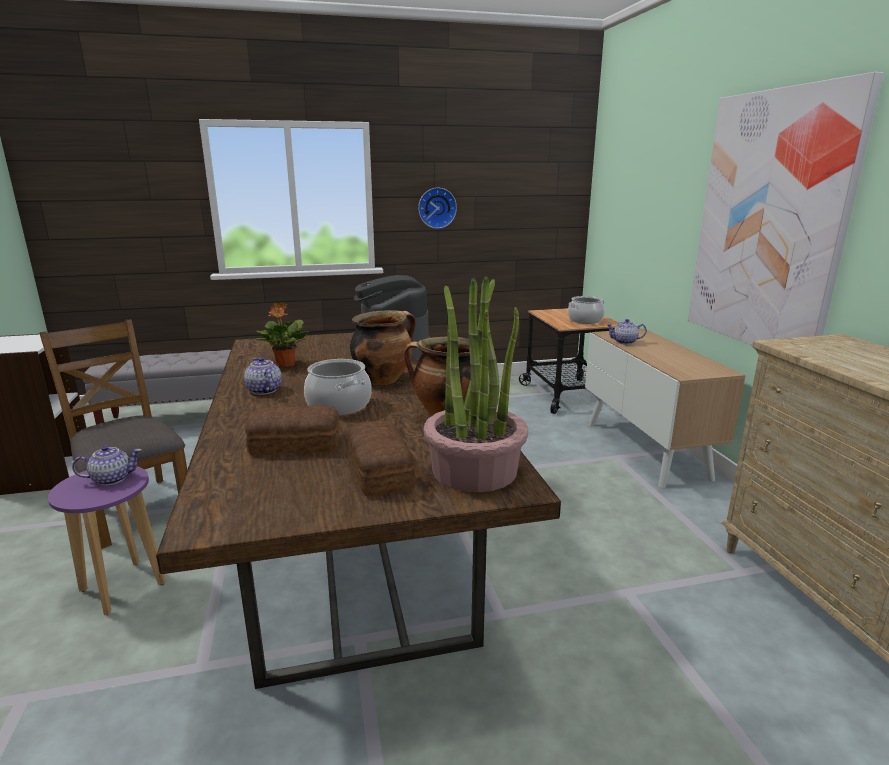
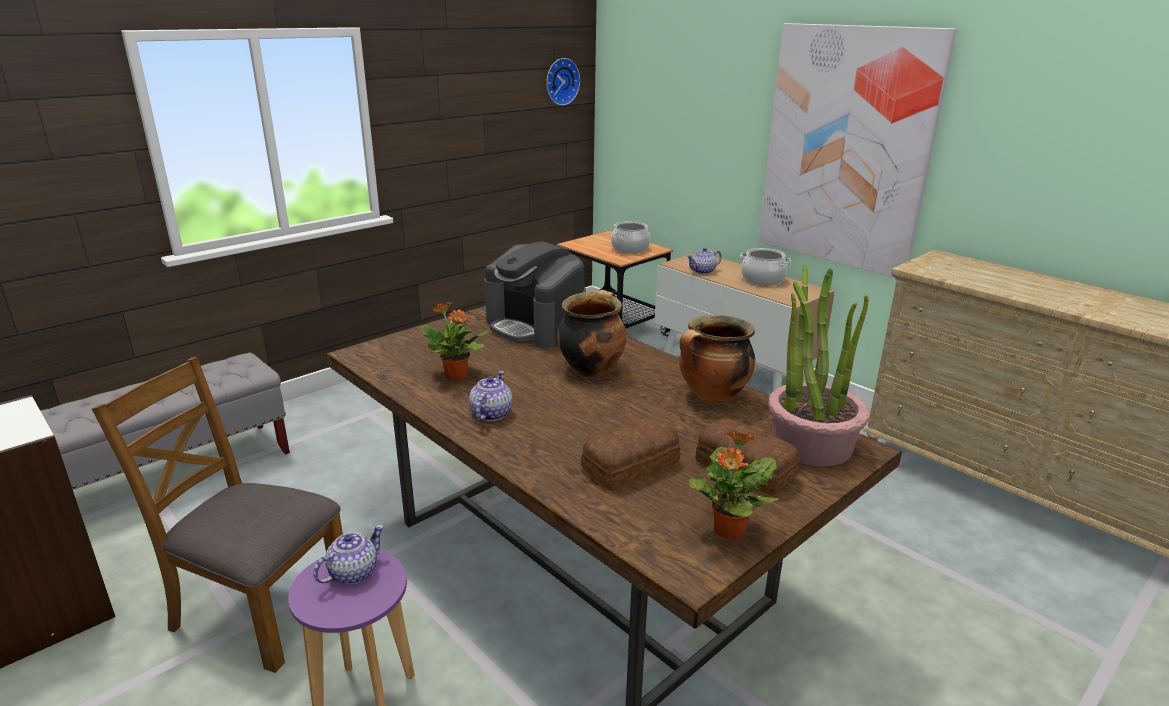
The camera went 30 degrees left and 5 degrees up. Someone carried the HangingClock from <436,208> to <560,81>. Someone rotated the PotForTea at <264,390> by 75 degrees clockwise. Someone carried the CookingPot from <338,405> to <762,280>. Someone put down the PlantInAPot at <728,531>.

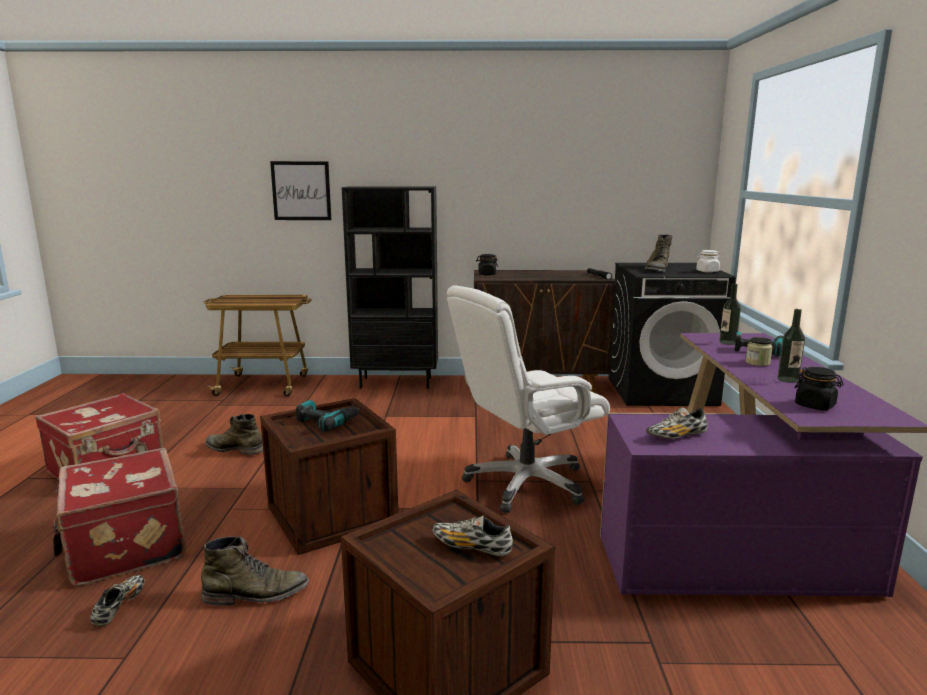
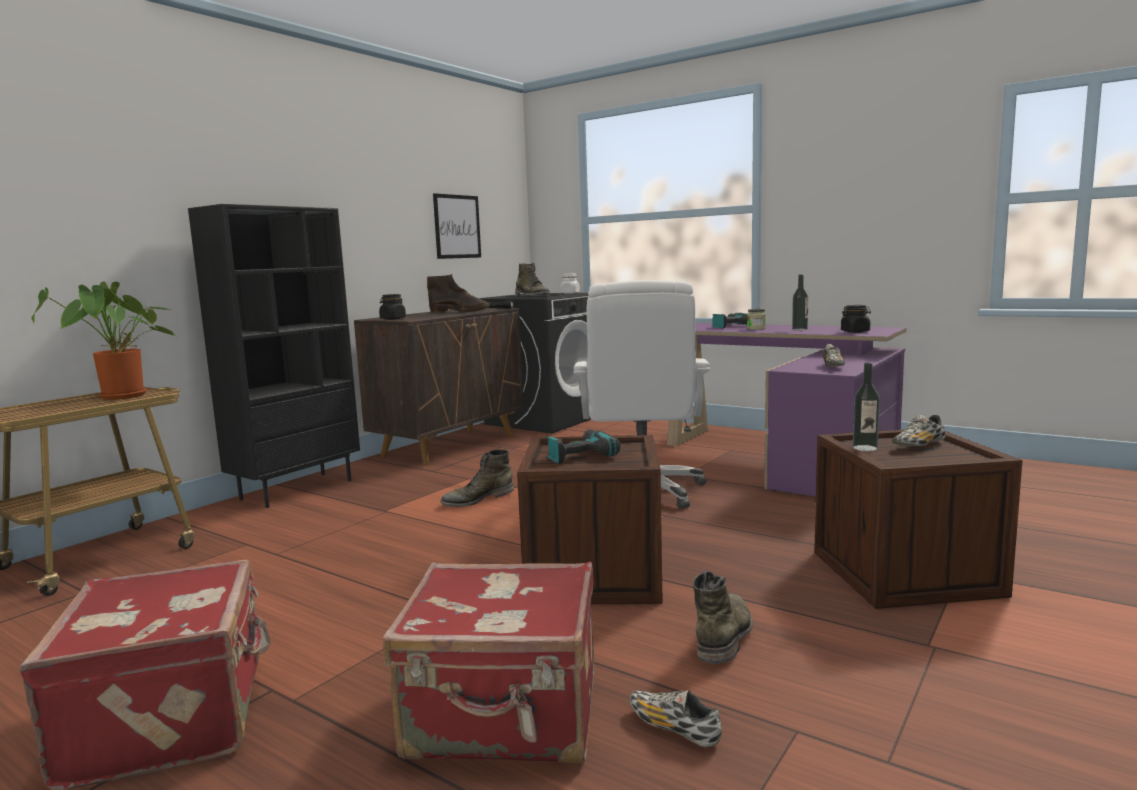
The camera went 55 degrees left and 5 degrees down. Someone carried the WallPicture from <301,191> to <457,226>. Someone carried the DrinkBottle from <727,342> to <865,448>. Someone carried the GreenHighTopBoot from <235,448> to <477,499>. Someone put down the BrownHighTopBoot at <460,311>. Someone put down the PlantInAPot at <122,397>.

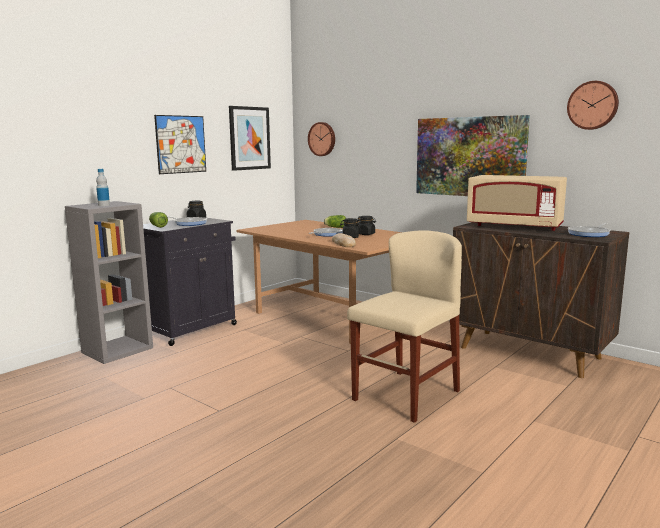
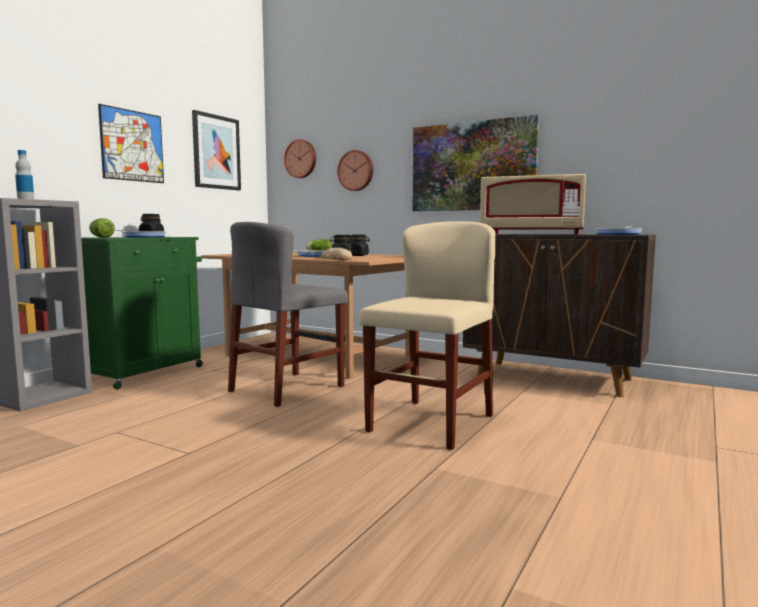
The camera went 10 degrees left and 5 degrees down. Someone carried the HangingClock from <593,105> to <356,171>. Someone repainted the BlackCabinet at <191,329>, which became the GreenCabinet at <143,372>. Someone put down the GrayPlainChair at <287,388>.

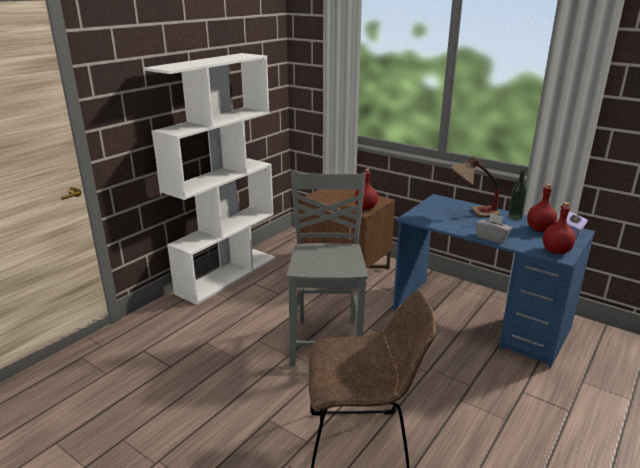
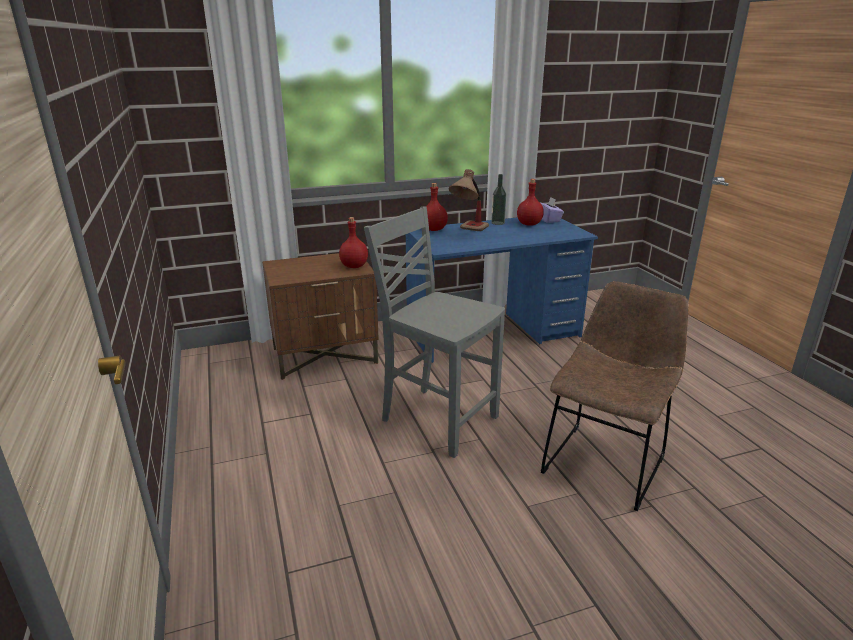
The camera went 55 degrees left and 0 degrees up. Someone took away the WhitishBookcase at <227,274>. Someone carried the RedColouredDrinkBottle from <556,251> to <433,229>. Someone took away the GrayTissueBox at <492,238>.

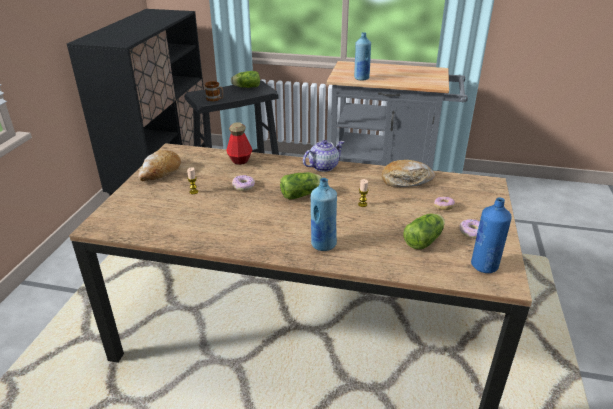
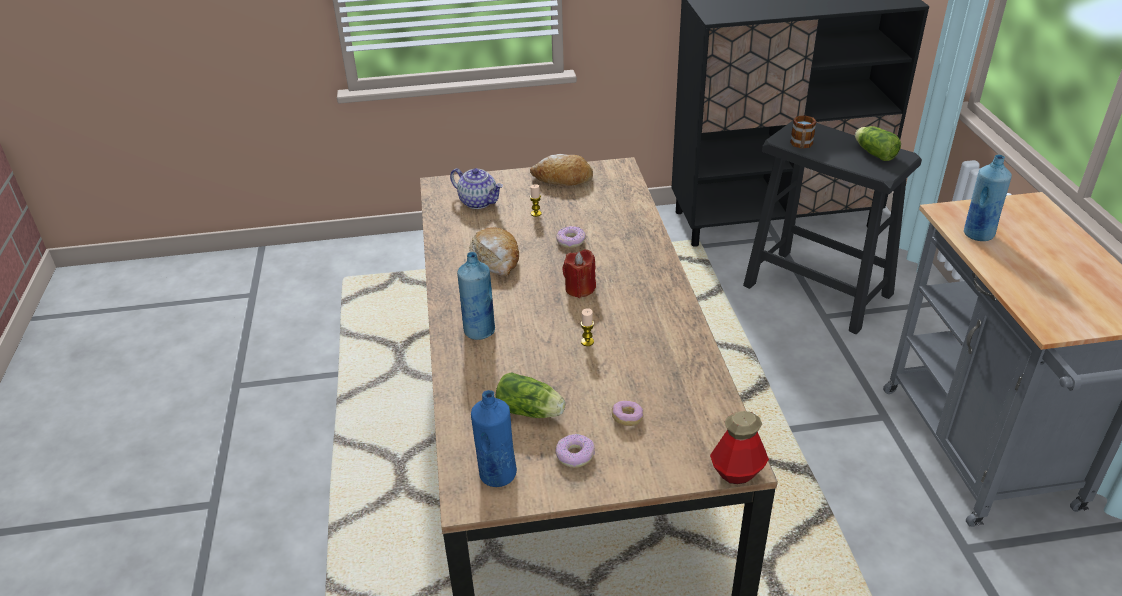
The camera went 70 degrees right and 5 degrees up. Someone carried the DrinkBottle from <240,160> to <737,472>. Someone carried the PotForTea from <323,166> to <479,202>. Someone carried the BakeryBread from <406,180> to <496,259>. Someone swapped the LettuceHead at <302,194> for the RedColouredCandle at <580,288>.

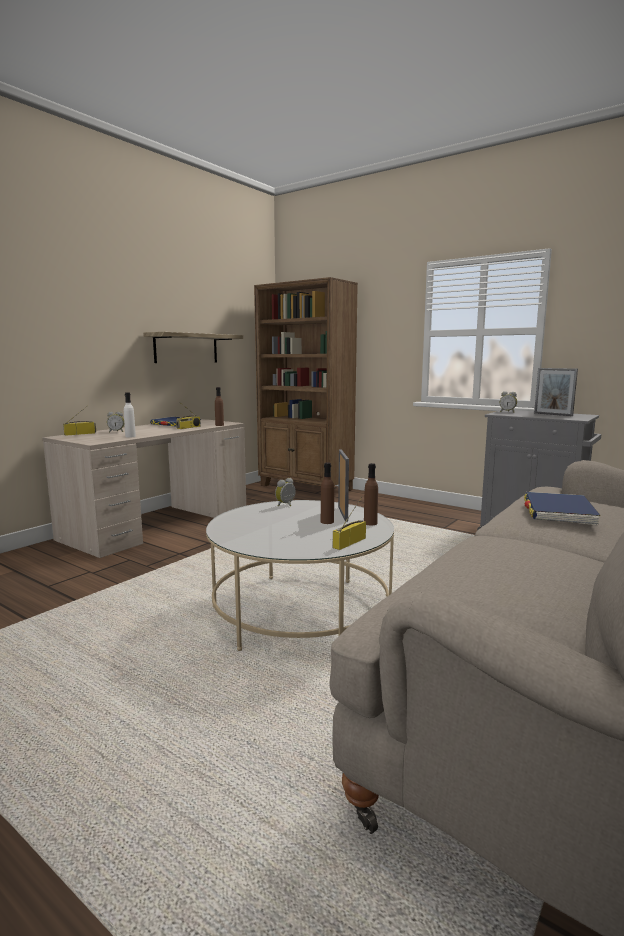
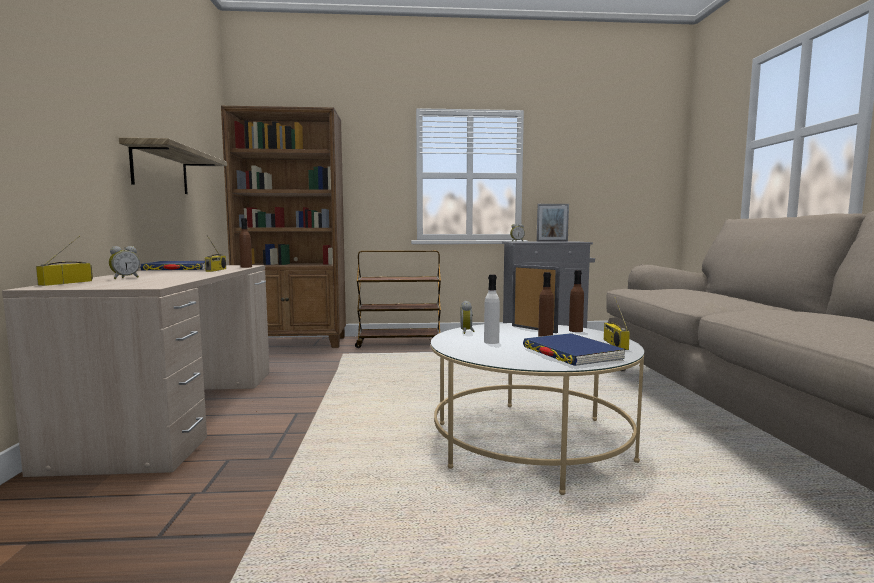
The camera went 40 degrees left and 5 degrees down. Someone carried the WhitishDrinkBottle from <130,436> to <491,342>. Someone carried the BluishBook from <558,512> to <571,354>. Someone put down the BrownCart at <399,343>.

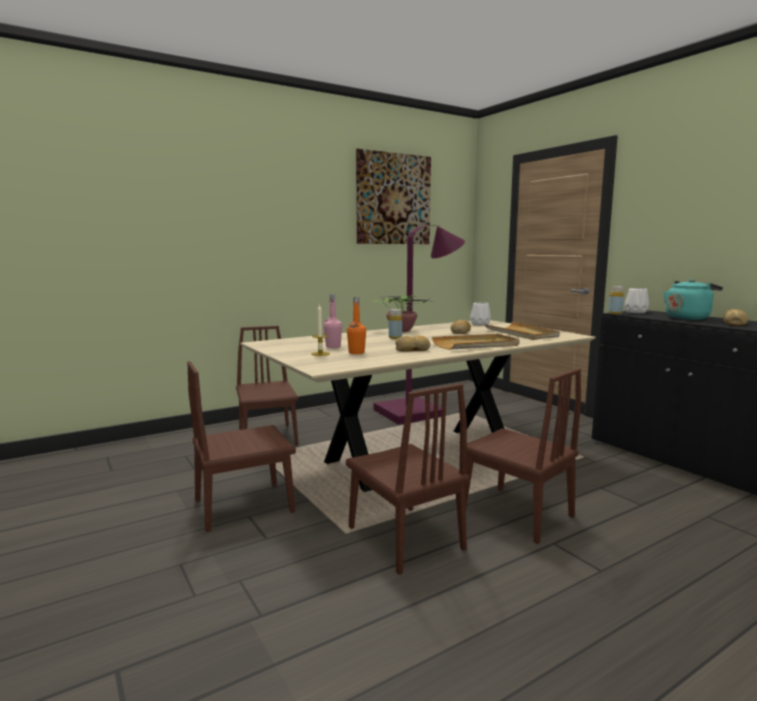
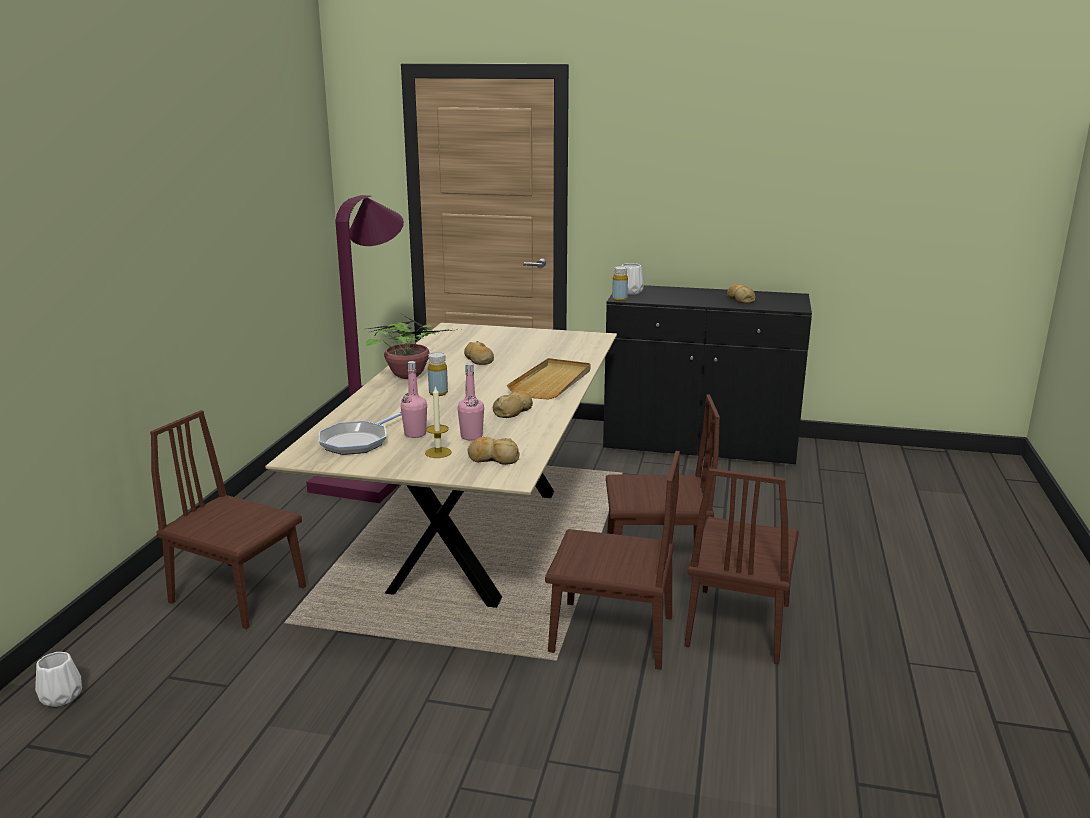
The camera went 45 degrees left and 10 degrees up. Someone took away the WallPicture at <393,199>. Someone took away the TurquoiseKettle at <688,318>. Someone repainted the OrangeyDrinkBottle at <356,353>, which became the PinkDrinkBottle at <471,436>. Someone carried the WhitishDecorativeVase from <479,324> to <60,696>. Someone took away the BeigeTray at <521,333>. Someone carried the BrownPlainChair from <244,505> to <738,624>. Someone put down the Pan at <357,442>. Someone put down the BakeryBread at <493,458>.

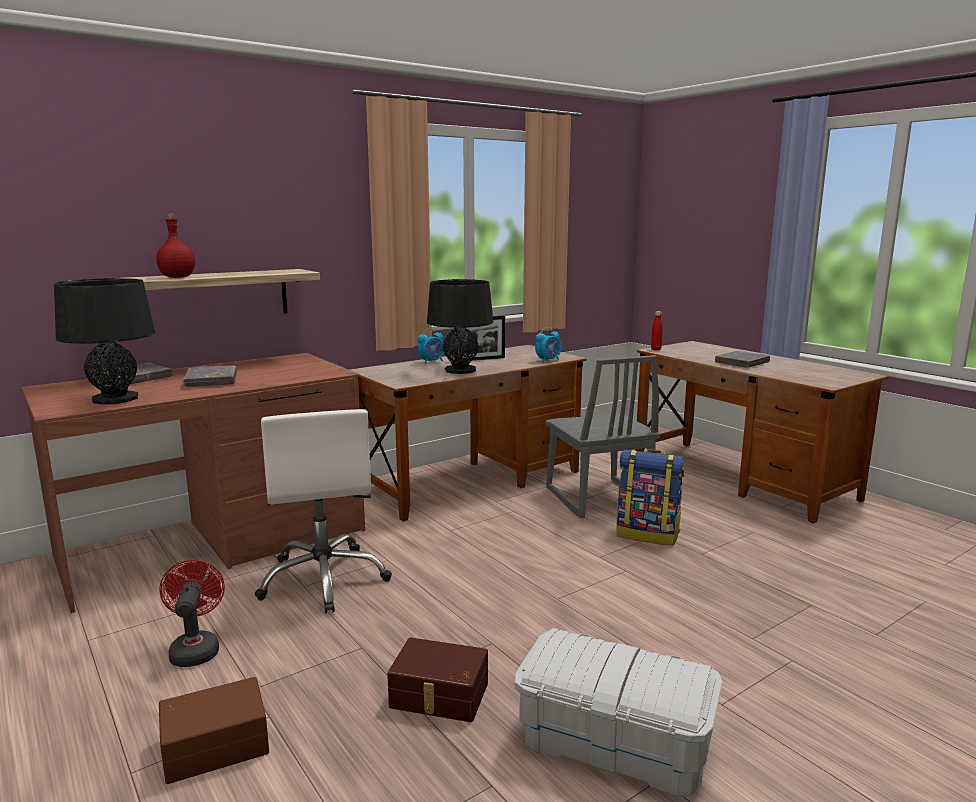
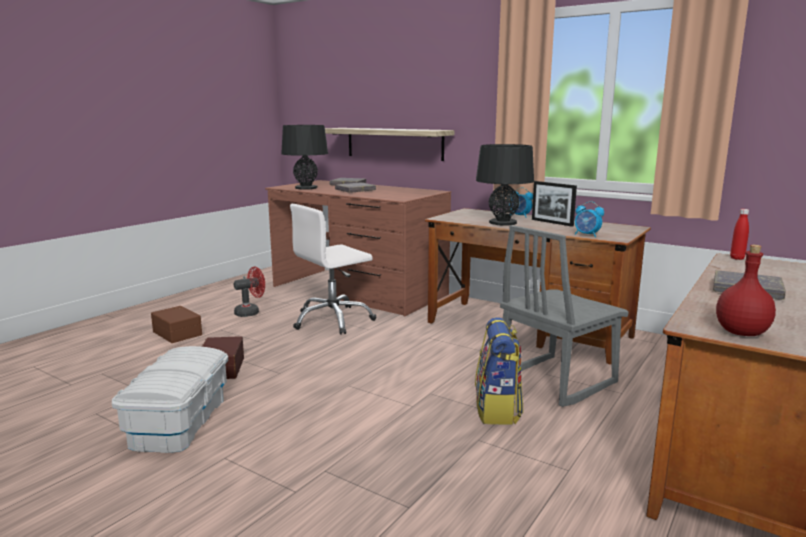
The camera went 70 degrees right and 0 degrees up. Someone carried the RedColouredDrinkBottle from <178,277> to <742,333>.

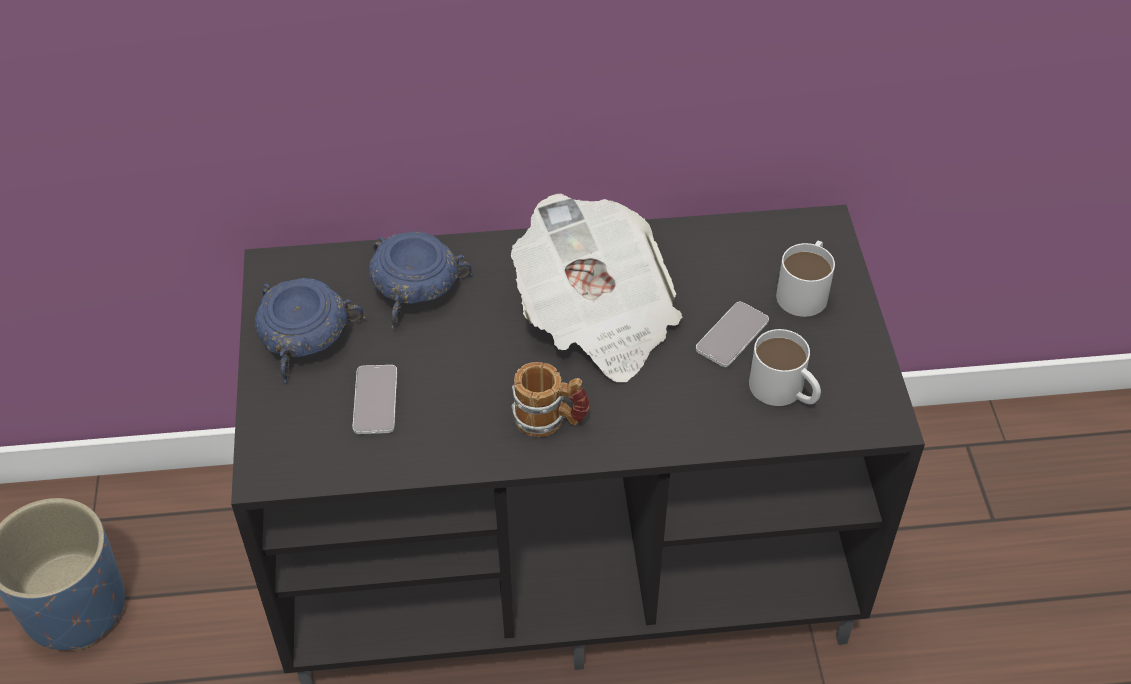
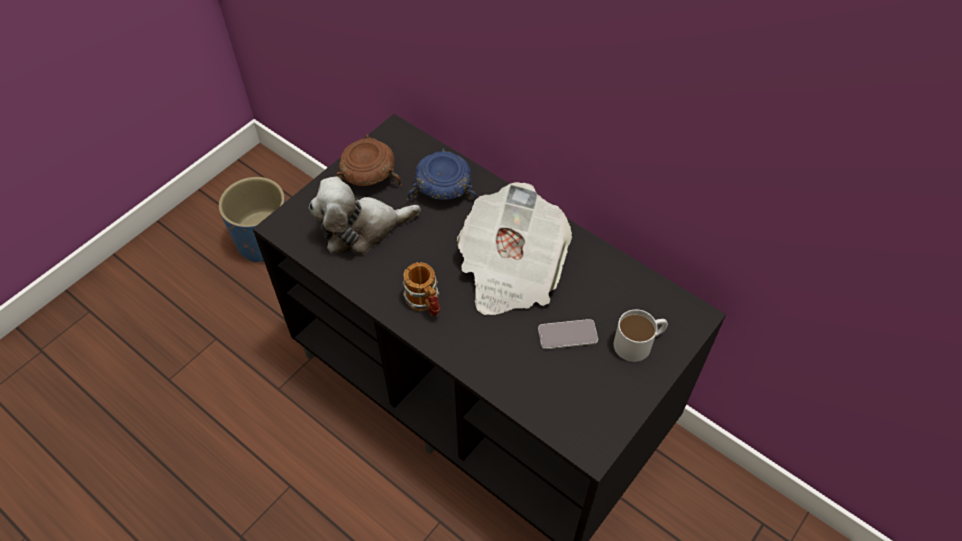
The camera went 45 degrees right and 5 degrees up. Someone repainted the BluishBowl at <304,335>, which became the BrownBowl at <369,174>. Someone took away the WhitishTeaMug at <784,391>. Someone swapped the Telephone at <375,400> for the PlushToy at <362,229>.

